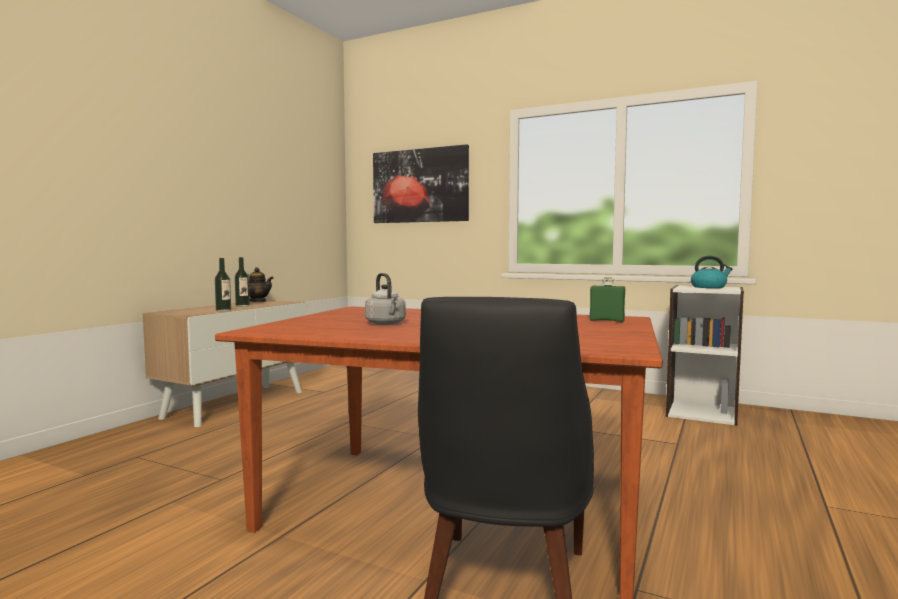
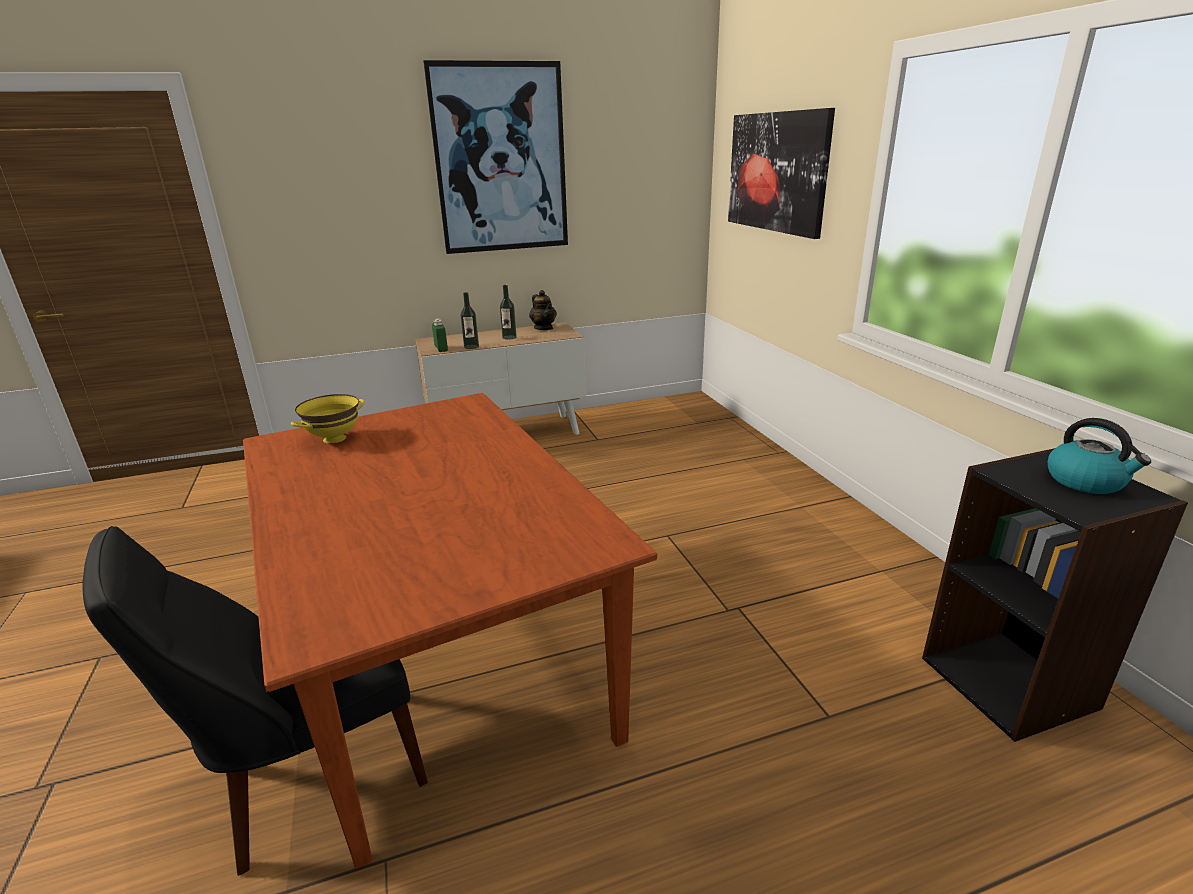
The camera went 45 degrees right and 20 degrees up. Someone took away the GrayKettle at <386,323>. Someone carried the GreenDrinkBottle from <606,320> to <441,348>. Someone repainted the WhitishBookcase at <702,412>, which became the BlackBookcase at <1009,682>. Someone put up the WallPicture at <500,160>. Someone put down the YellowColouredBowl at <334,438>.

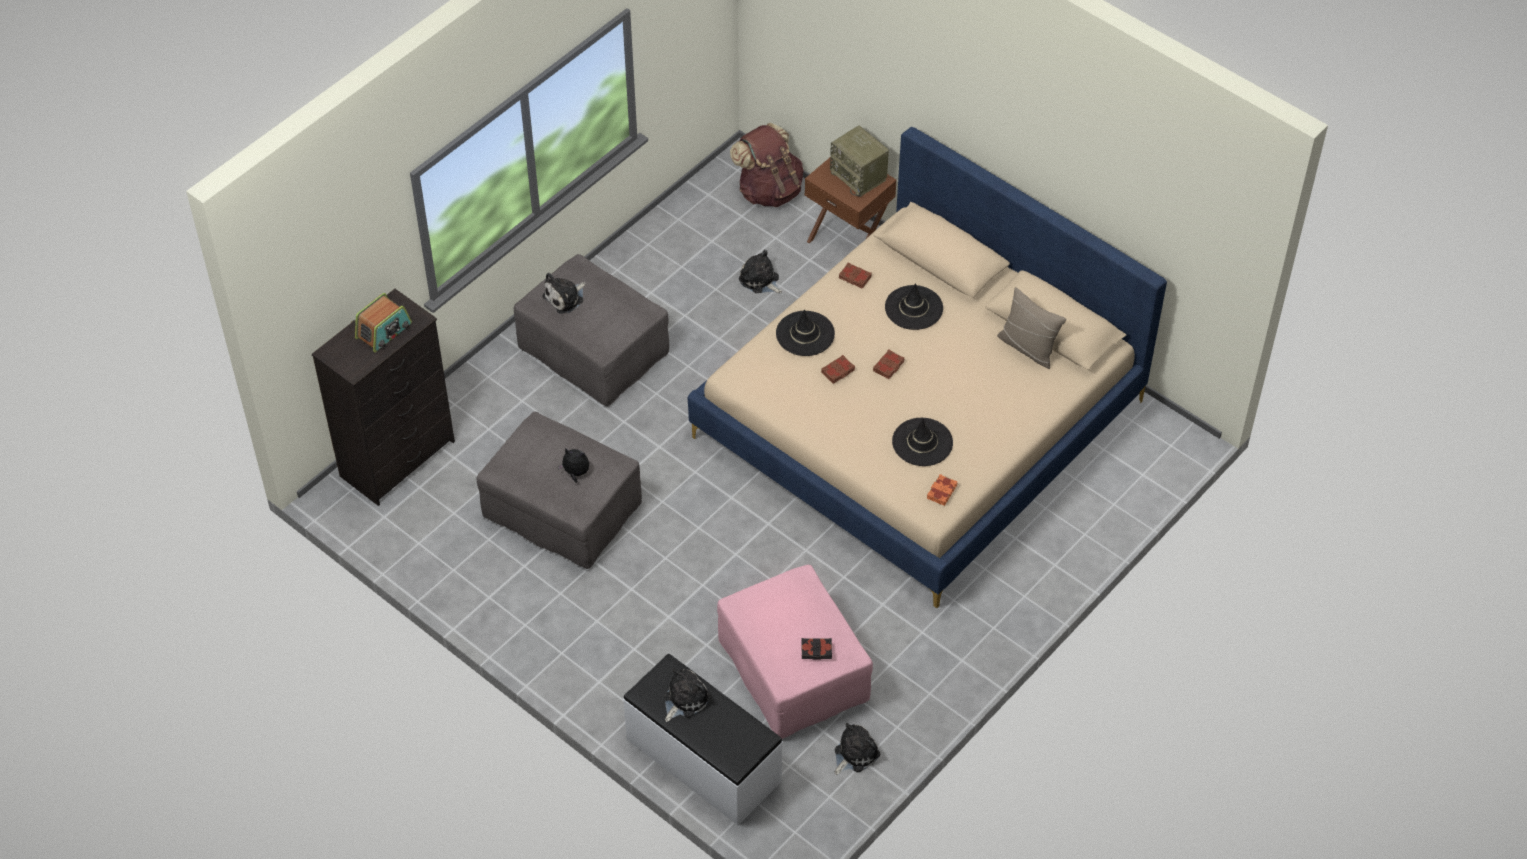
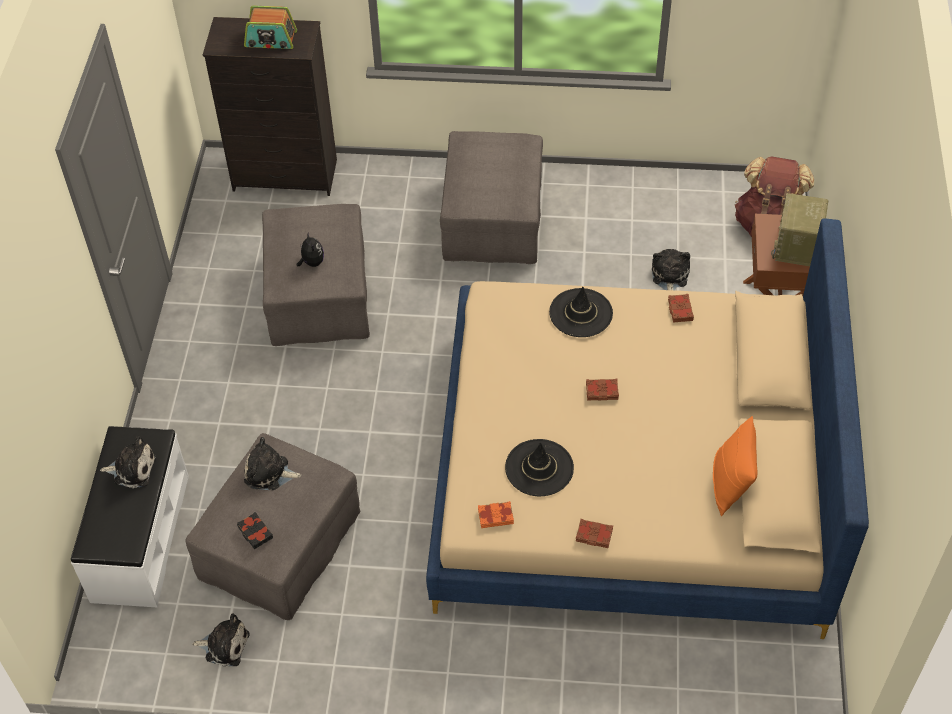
The camera went 55 degrees right and 0 degrees up. Someone carried the PlushToy from <565,298> to <269,473>. Someone took away the BlackClothingHat at <913,308>. Someone repainted the BeigeThrowPillow at <1028,347>, which became the OrangeyThrowPillow at <730,484>. Someone carried the BrownBook from <838,371> to <594,536>. Someone repainted the PinkOttoman at <794,670>, which became the GrayOttoman at <281,546>.

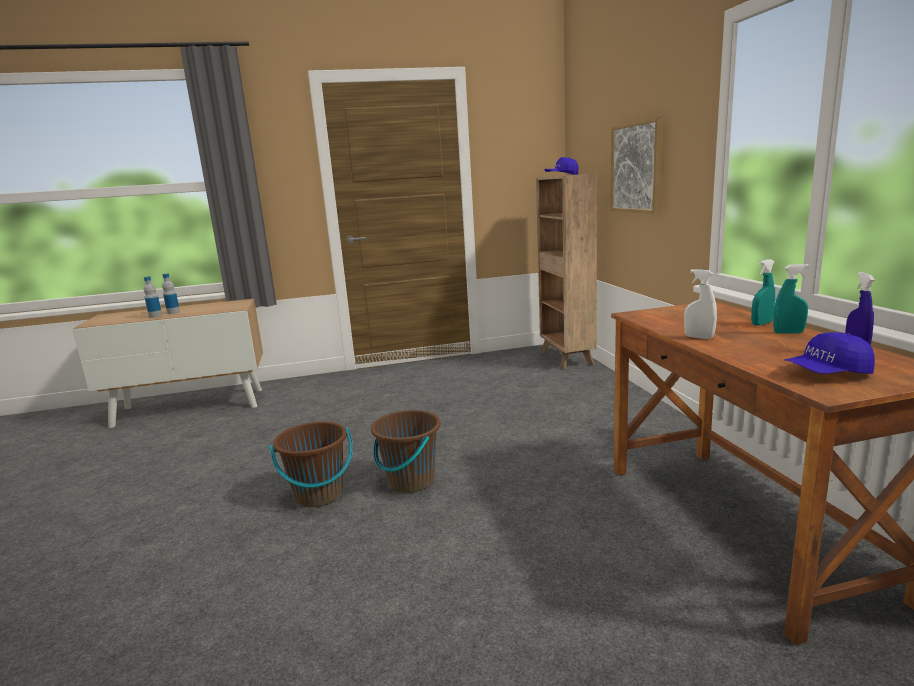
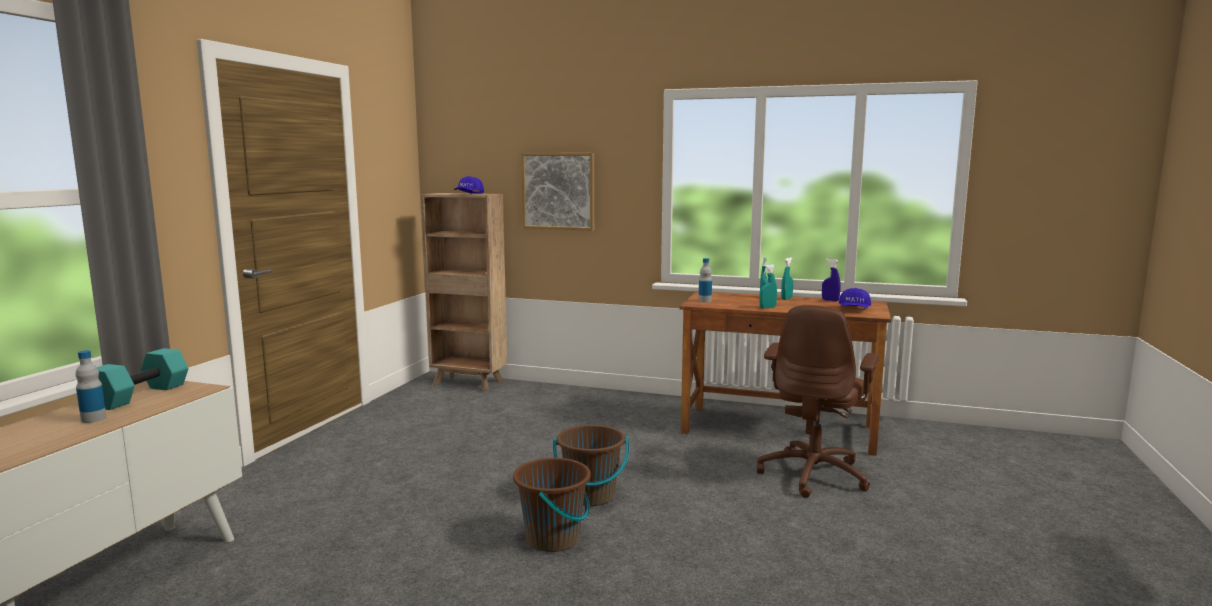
The camera went 60 degrees left and 5 degrees down. Someone repainted the WhitishSprayer at <699,337>, which became the TurquoiseSprayer at <767,307>. Someone carried the DrinkBottle from <155,316> to <705,301>. Someone put down the BrownOfficeChair at <814,474>. Someone put down the TurquoiseDumbbell at <140,395>.

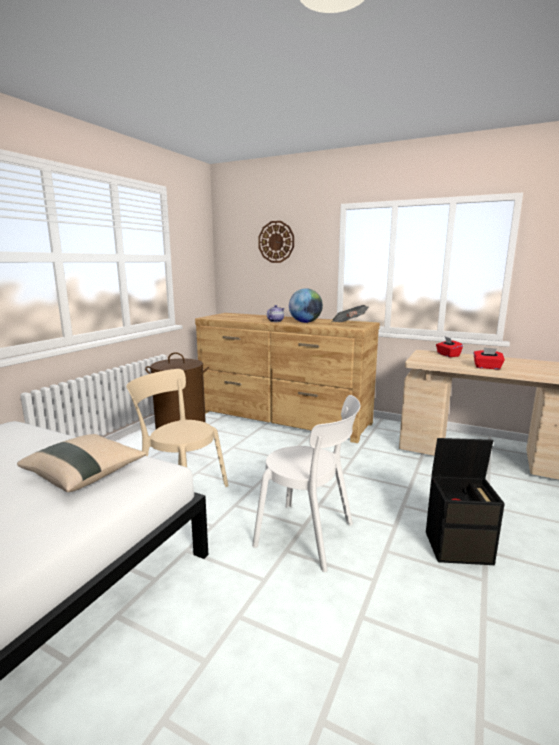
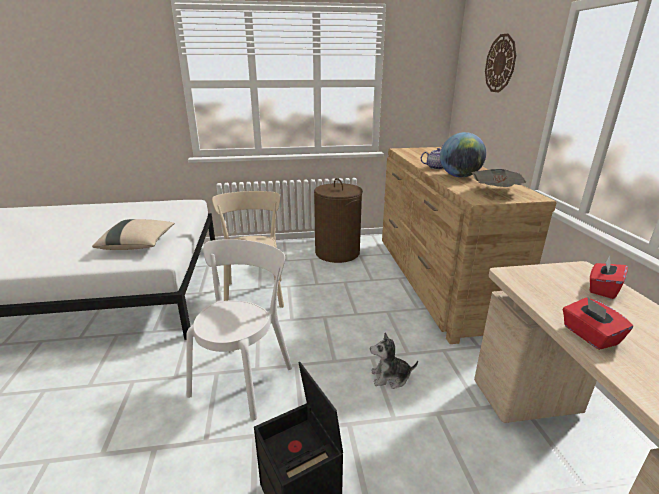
The camera went 55 degrees right and 10 degrees up. Someone rotated the WhitishPlainChair at <309,536> by 150 degrees counterclockwise. Someone put down the PlushToy at <390,377>.

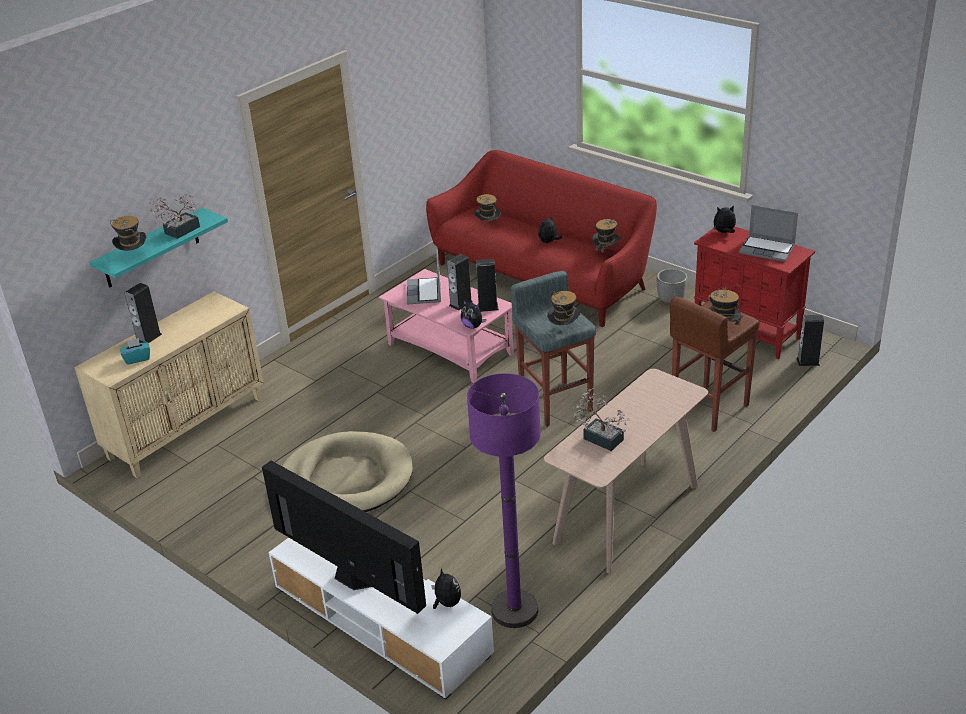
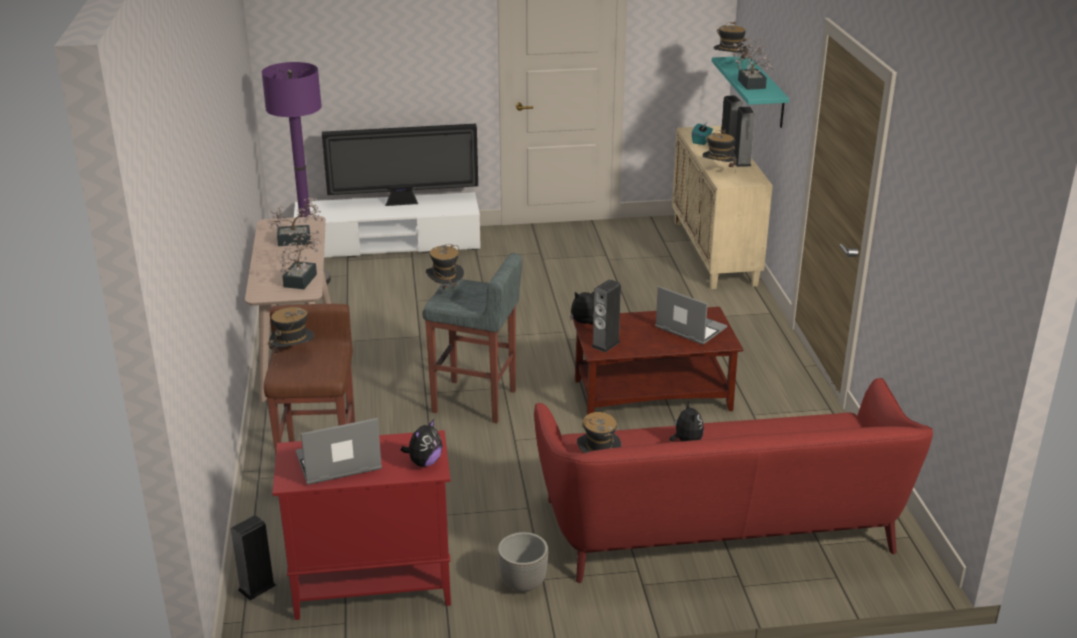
The camera went 130 degrees right and 5 degrees down. Someone carried the ClothingHat from <488,227> to <718,172>. Someone carried the AudioSpeaker from <461,304> to <742,162>. Someone repainted the PinkCoffeeTable at <451,349>, which became the BrownCoffeeTable at <651,395>. Someone took away the BeigePetBed at <346,479>. Someone took away the PlushToy at <446,603>. Someone put down the PlantInAPot at <302,278>.

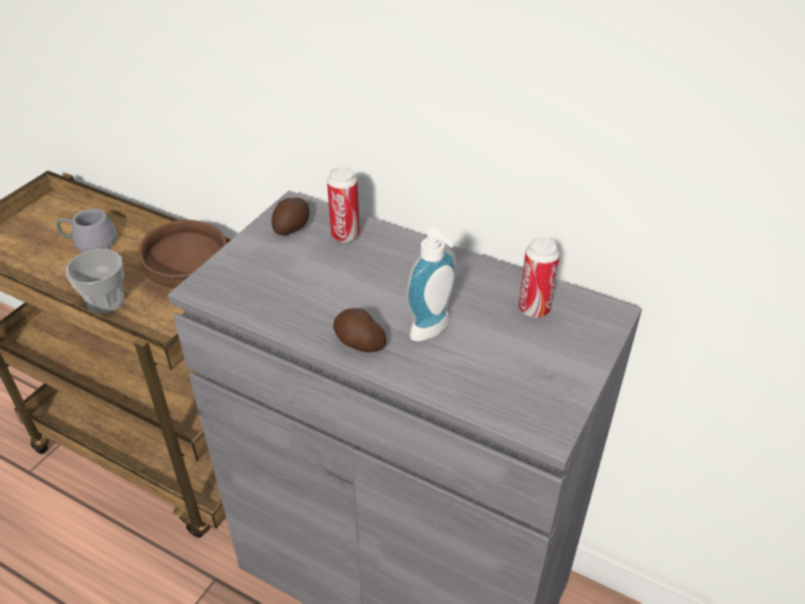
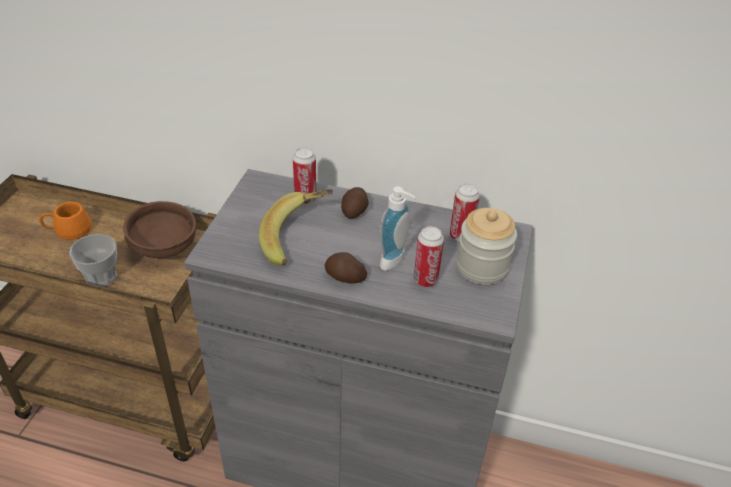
The camera went 15 degrees left and 0 degrees up. Someone carried the Spud from <293,227> to <355,210>. Someone repainted the GrayTeaMug at <91,239>, which became the OrangeyTeaMug at <68,227>. Someone put down the WholeBanana at <298,240>. Someone put down the StorageJar at <482,267>. Someone put down the SealedCan at <425,280>.

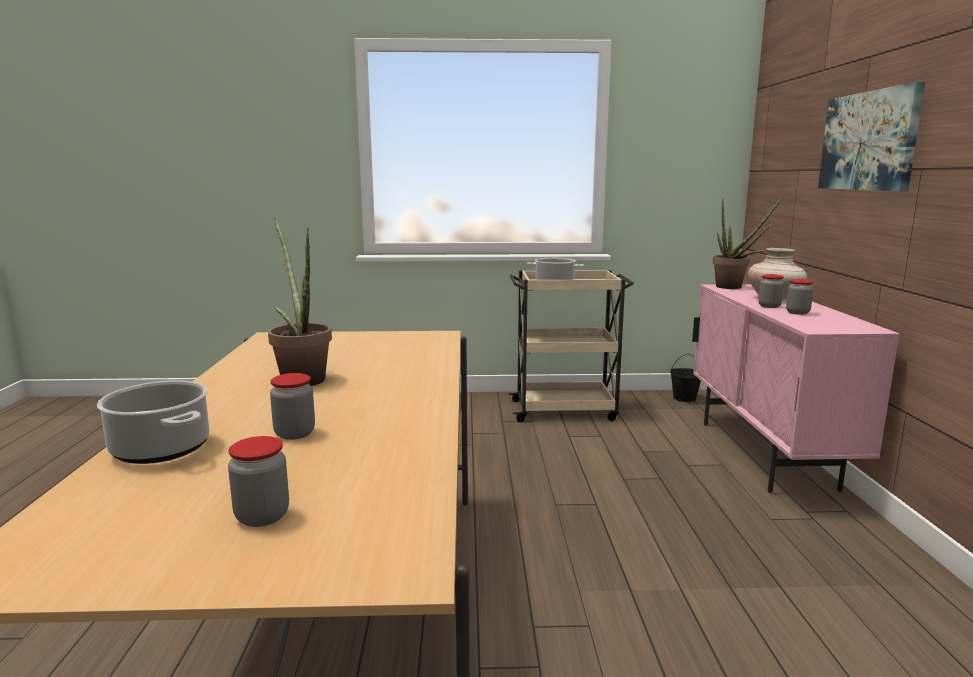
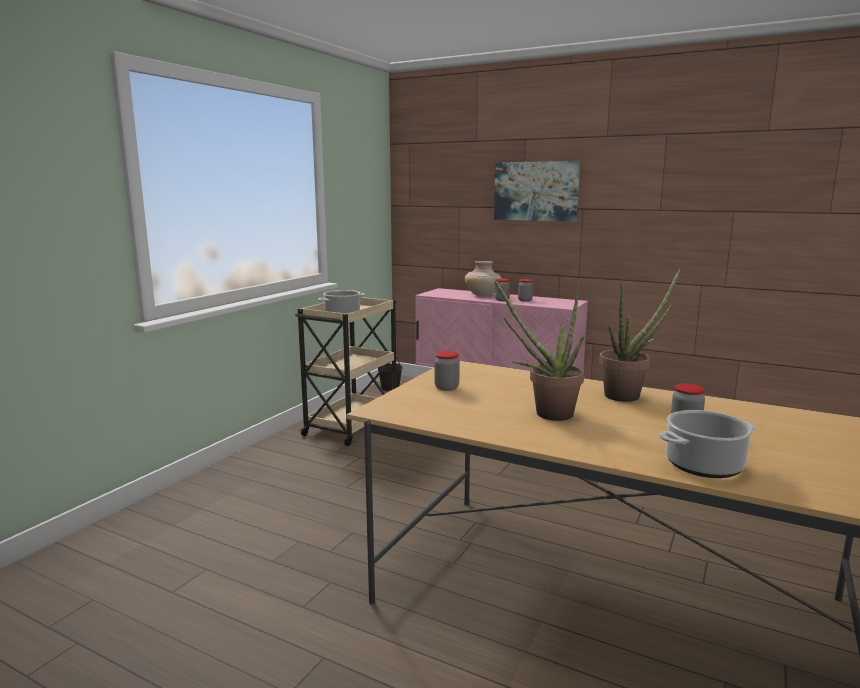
The camera went 60 degrees left and 0 degrees up. Someone carried the PlantInAPot from <734,287> to <628,395>. Someone carried the StorageJar from <262,516> to <446,387>.

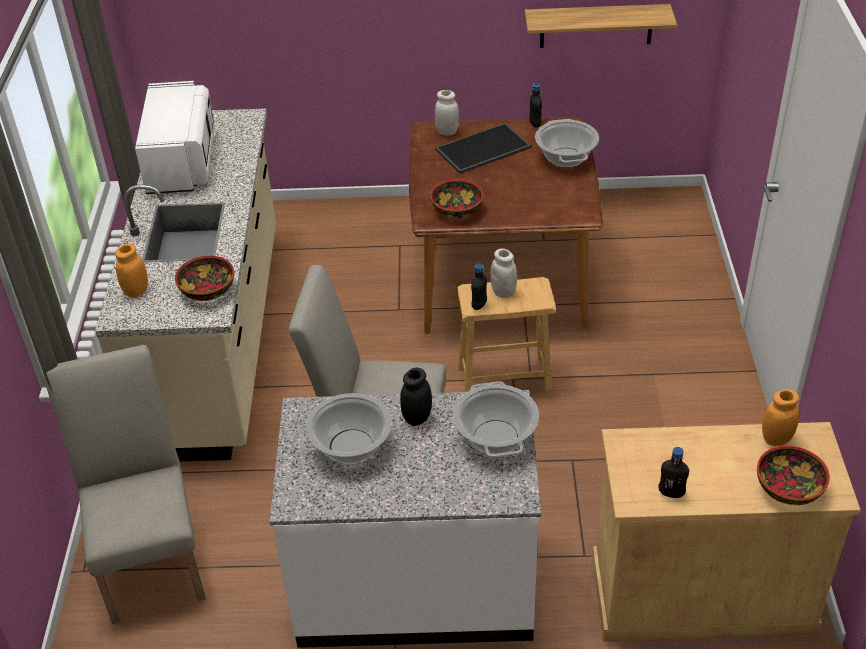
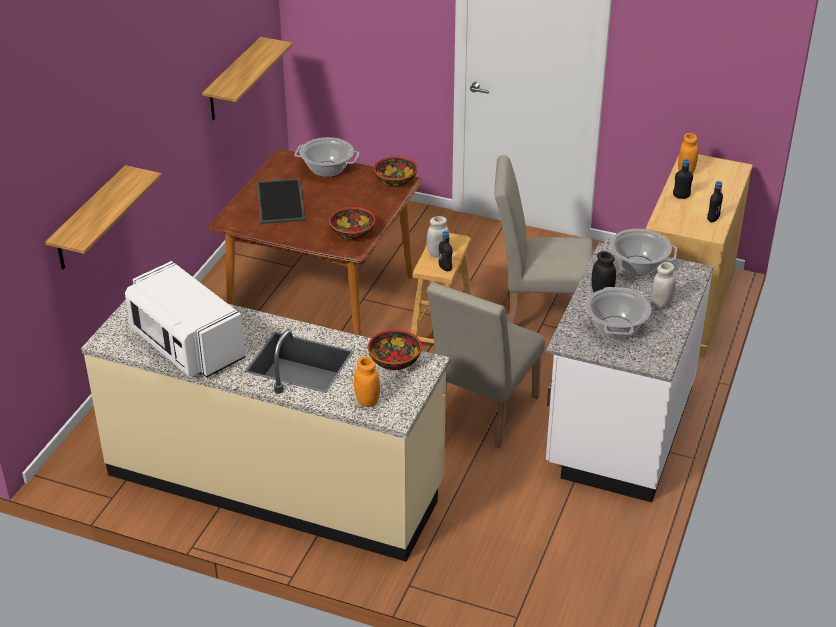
The camera went 70 degrees left and 5 degrees down. Someone rotated the WhitishKitchenMicrowave at <182,162> by 150 degrees counterclockwise. Someone carried the BlackDrinkBottle from <535,124> to <681,197>. Someone carried the WhitishStorageJar from <447,132> to <661,304>. Someone carried the BeigePlainChair from <152,557> to <538,315>. Someone carried the Bowl from <788,488> to <395,181>. Someone put up the Shelf at <89,220>.

